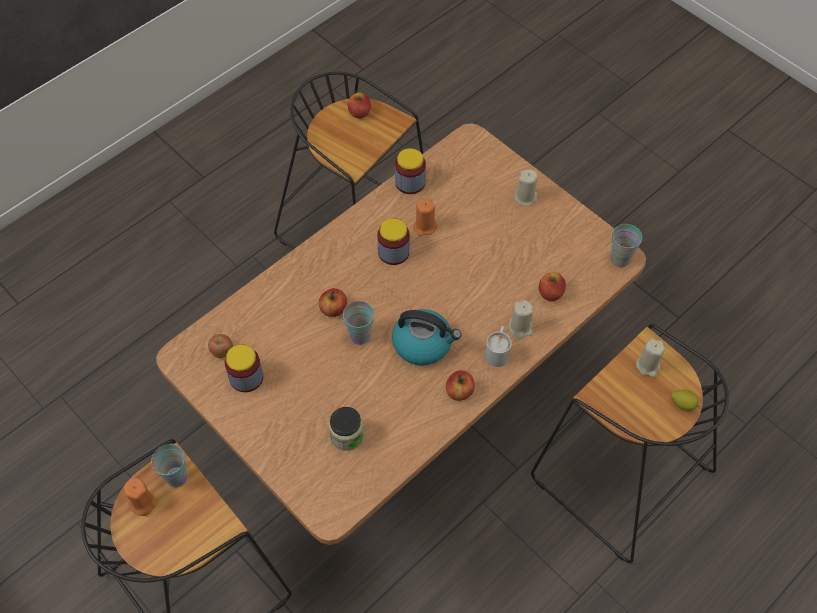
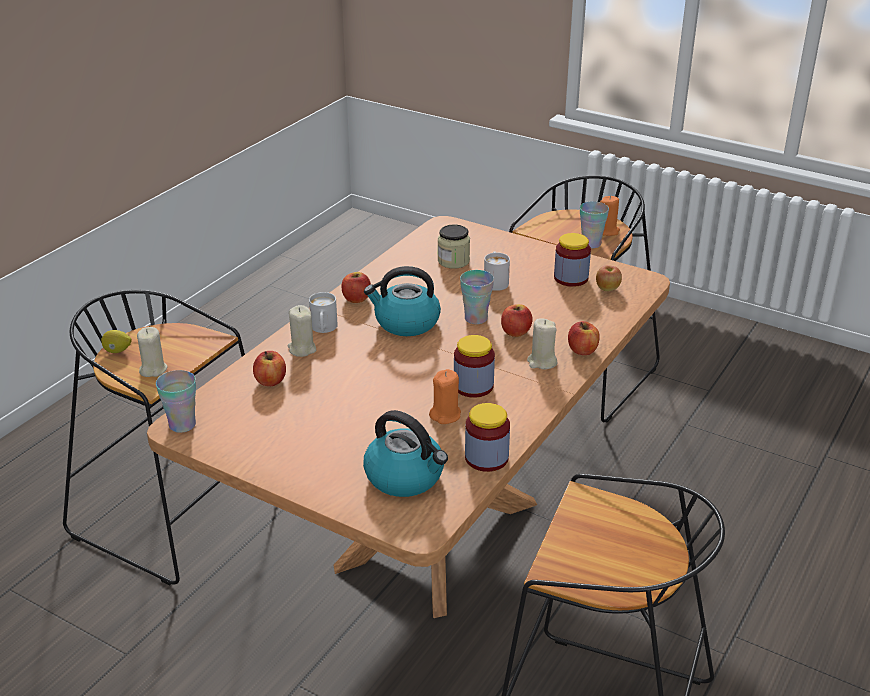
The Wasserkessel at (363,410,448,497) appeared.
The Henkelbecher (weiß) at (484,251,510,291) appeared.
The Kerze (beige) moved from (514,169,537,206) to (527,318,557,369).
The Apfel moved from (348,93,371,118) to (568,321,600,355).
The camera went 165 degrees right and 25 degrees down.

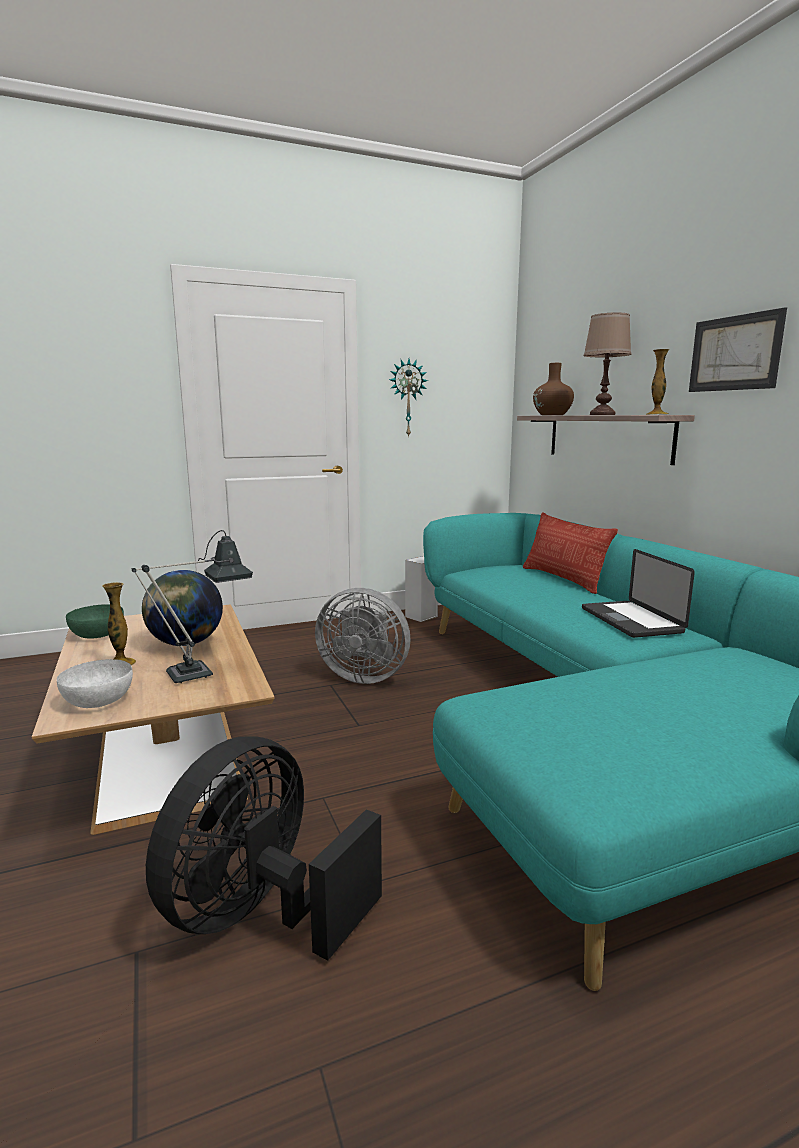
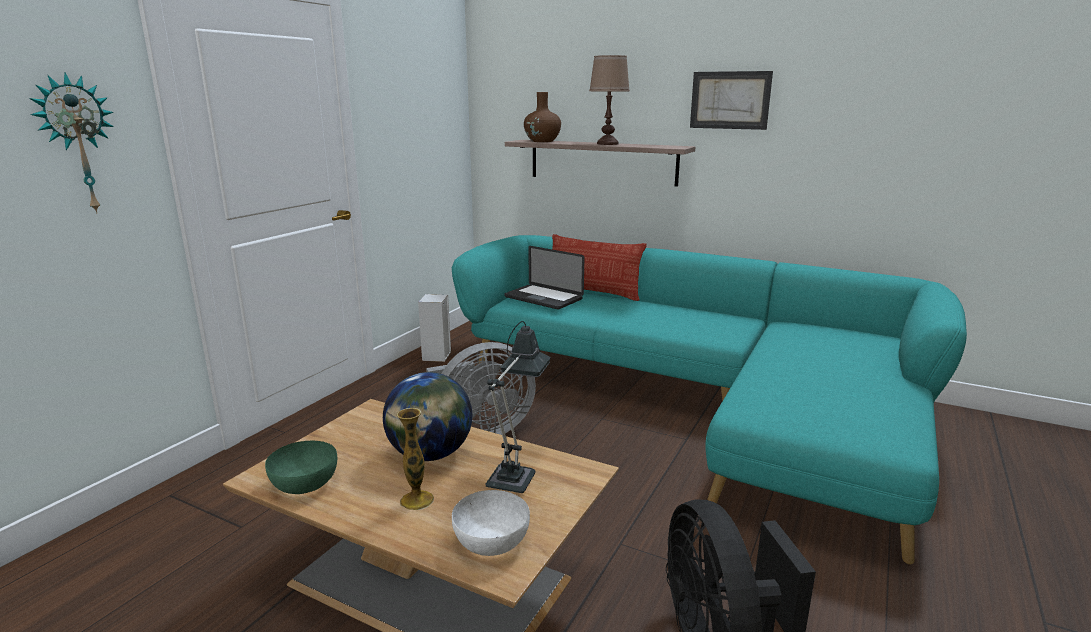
The Wanduhr moved from (389,359,428,437) to (29,73,114,213).
The Laptop moved from (582,549,695,638) to (504,246,585,310).
The Vase at (646,349,669,415) disappeared.
The camera went 40 degrees left and 5 degrees up.

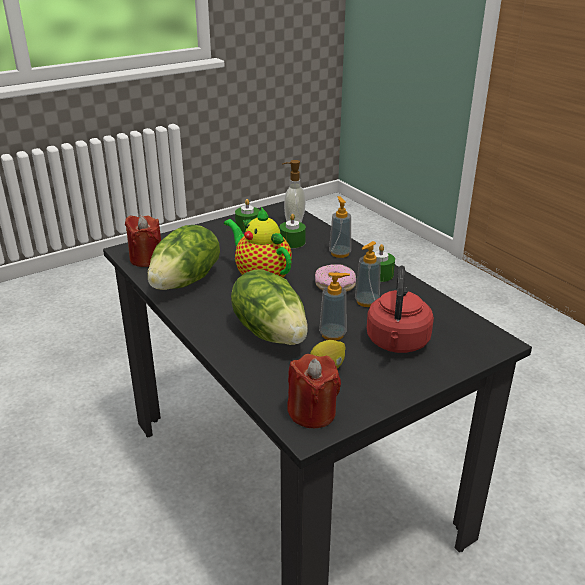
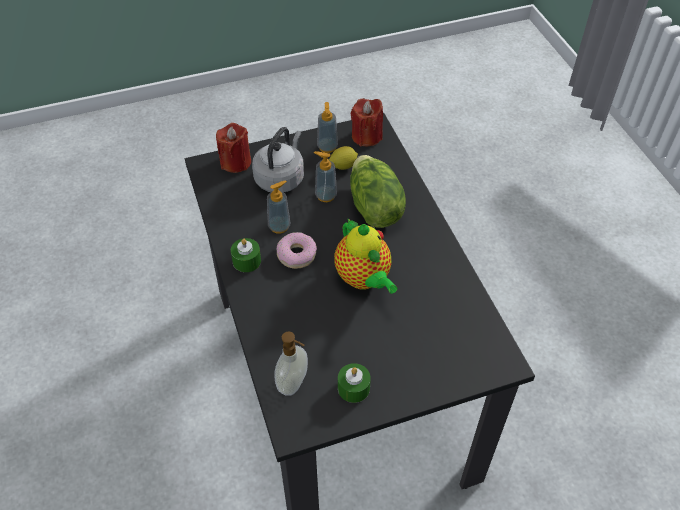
The Kerze (rot) moved from (125,215,161,267) to (216,123,251,173).
The Wasserkessel (rot) at (367,265,434,353) became the Wasserkessel (grau) at (252,127,304,192).
The Seifenspender moved from (329,196,351,258) to (317,102,338,153).
The Salatkopf at (148,225,220,290) disappeared.
The Kerze (grün) at (280,214,306,248) disappeared.
The camera went 165 degrees left and 20 degrees up.

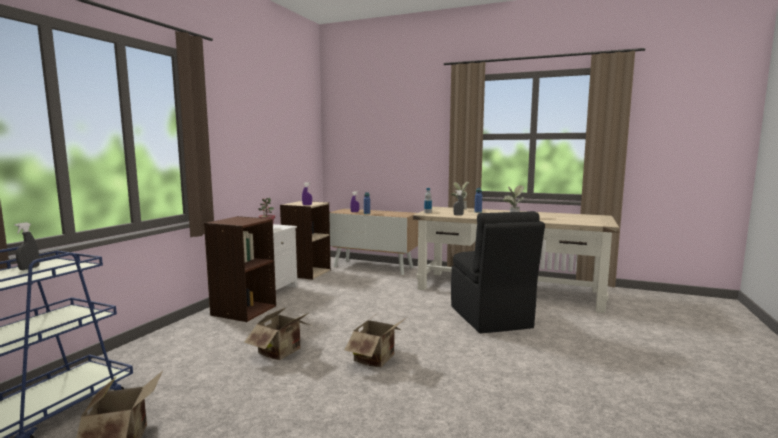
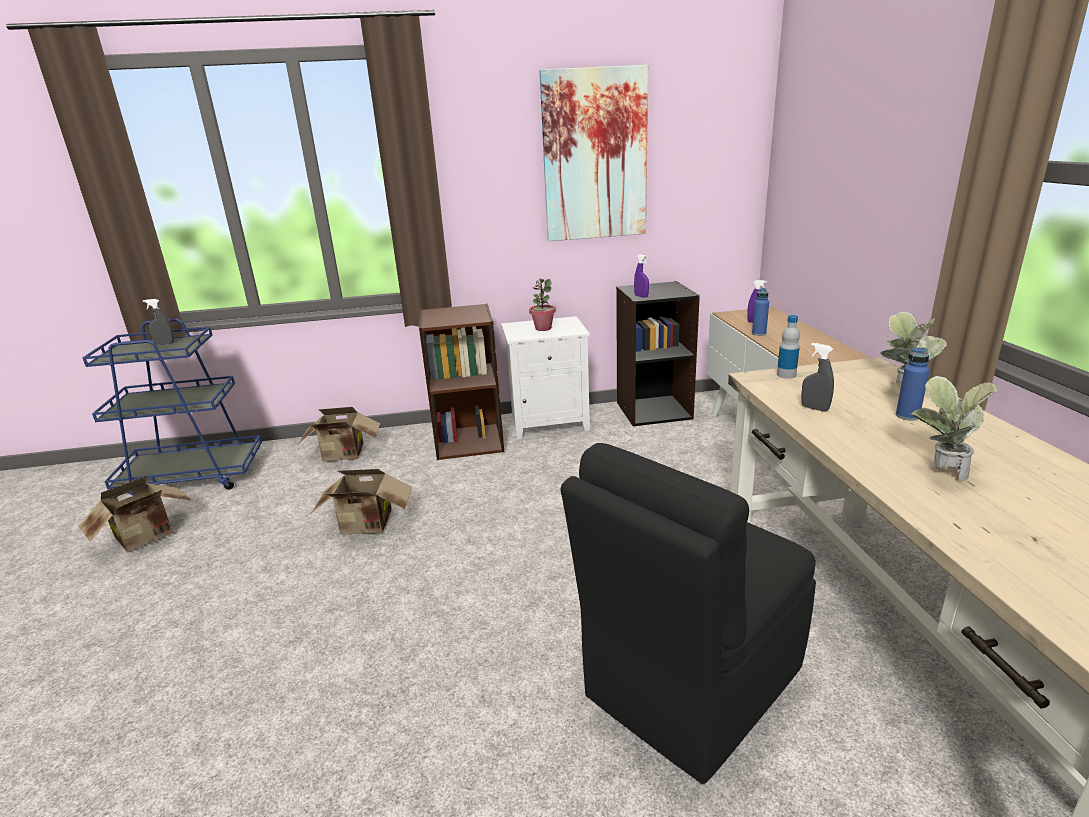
The Karton moved from (345,313,406,368) to (299,407,380,462).
The Bild at (540,65,648,241) appeared.
The Bücherregal (beige) at (280,201,331,280) became the Bücherregal (schwarz) at (616,281,700,427).
The camera went 60 degrees right and 15 degrees up.

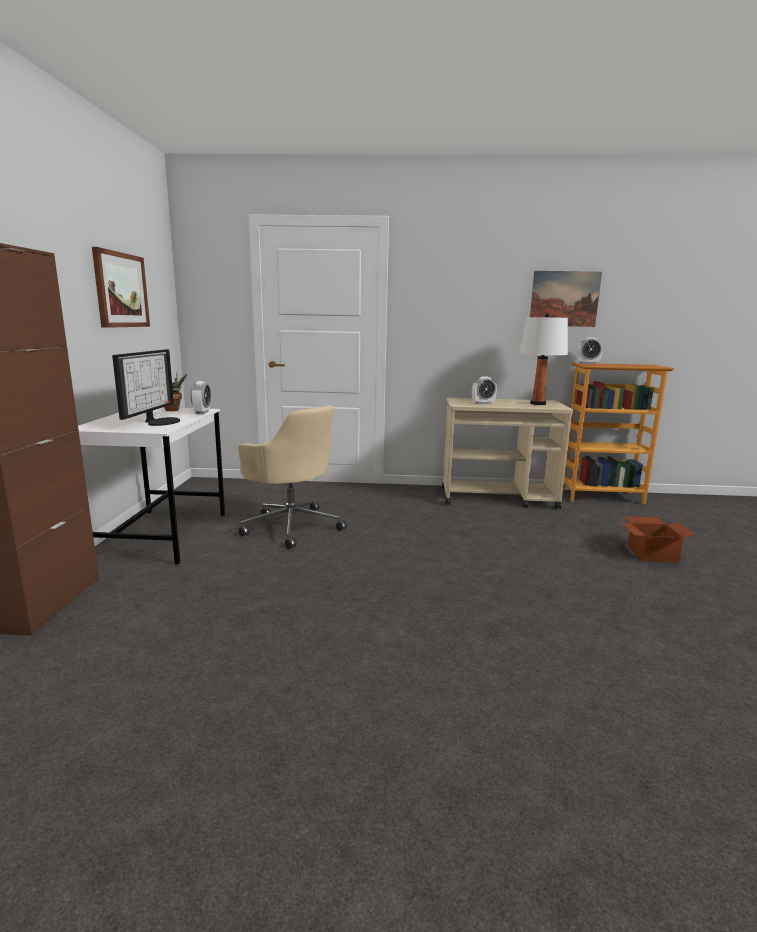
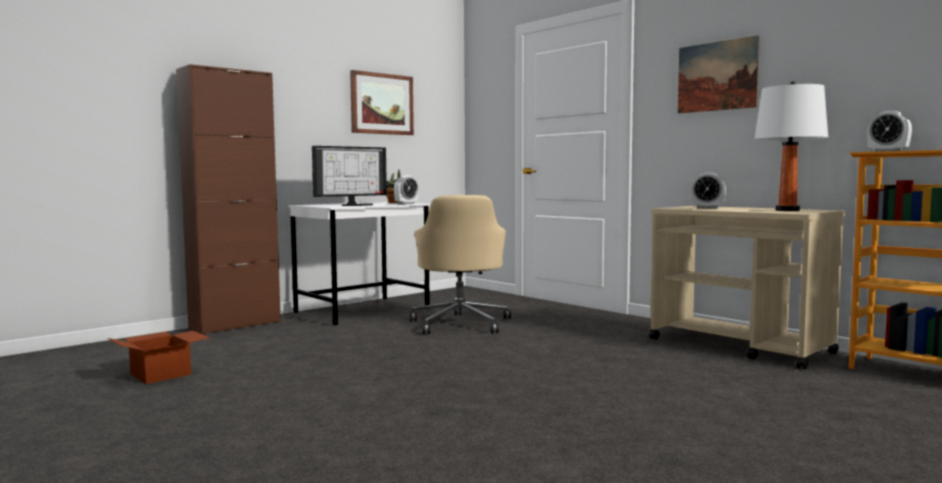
The Karton moved from (620,516,696,562) to (107,331,210,384).
The Bild moved from (530,271,602,327) to (678,35,760,114).
The camera went 45 degrees right and 10 degrees down.

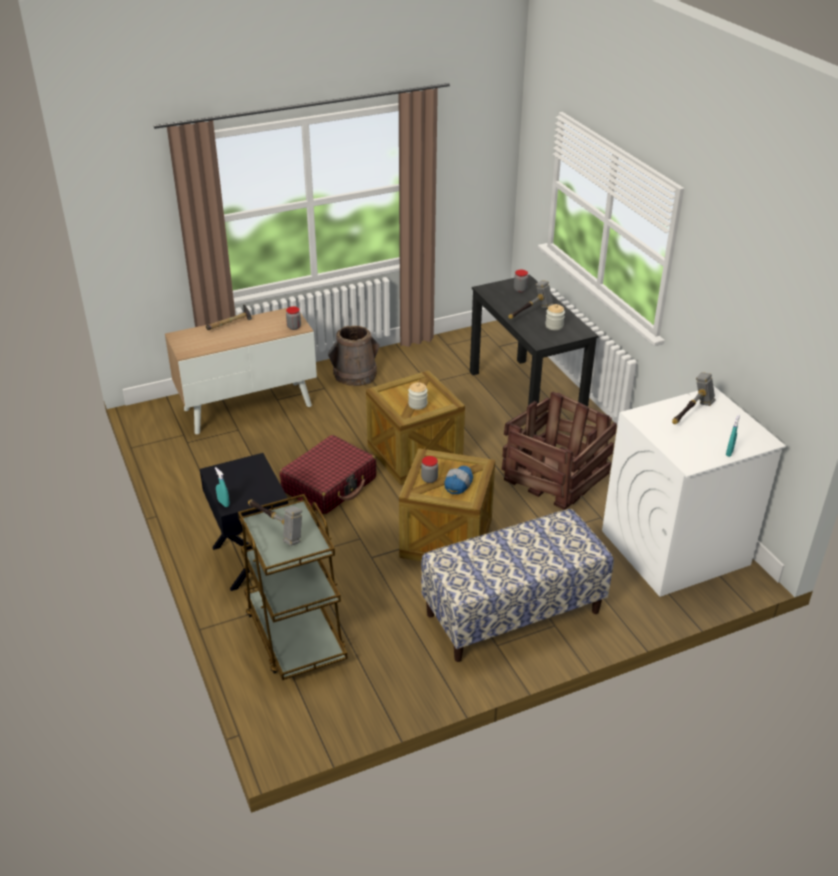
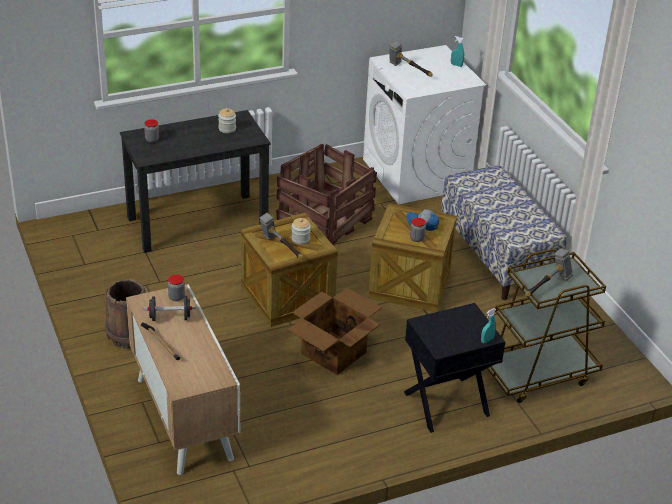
The Hantel (schwarz) at (143,296,196,321) appeared.
The Hammer moved from (508,280,553,319) to (260,213,303,259).
The Koffer (rot) at (280,435,376,515) was replaced by the Karton at (288,288,382,375).
The camera went 90 degrees left and 0 degrees up.

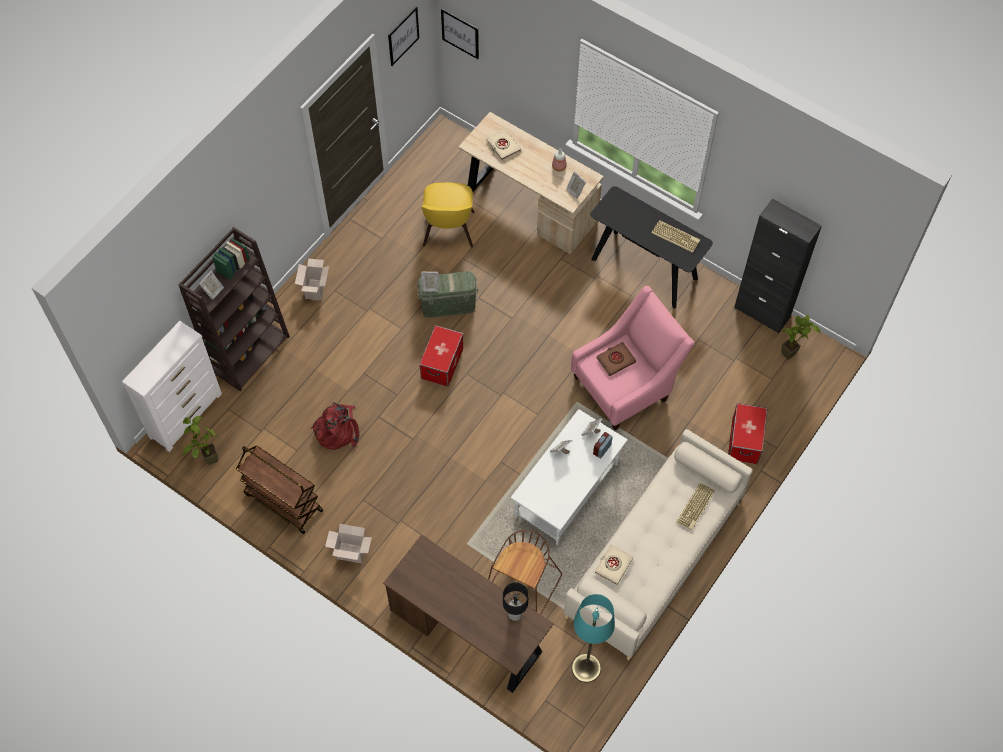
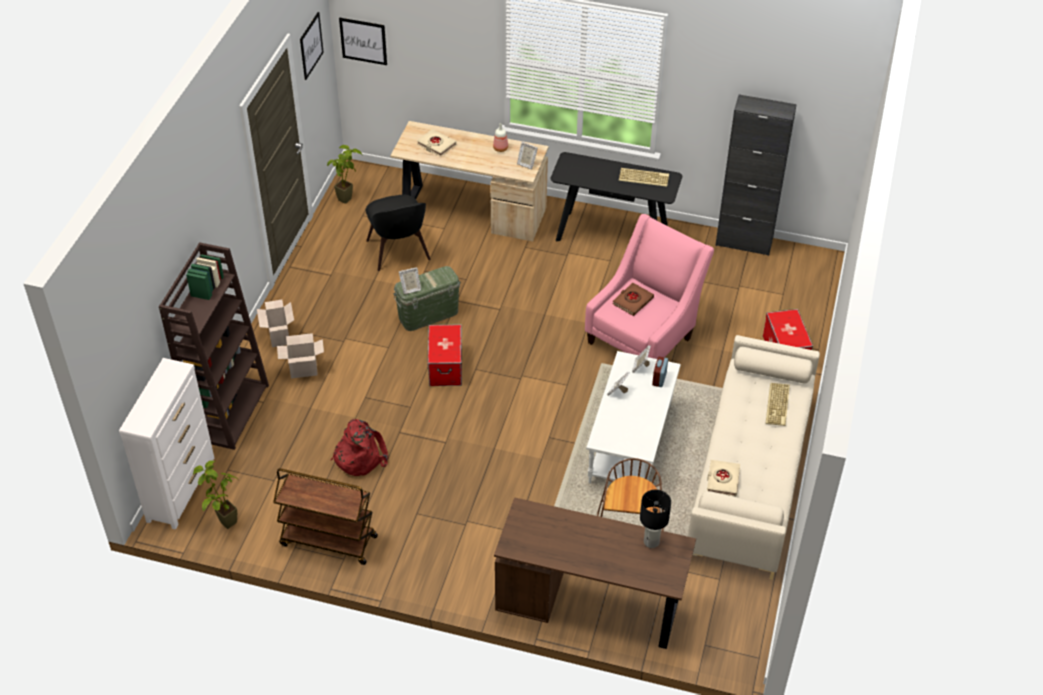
The Karton moved from (325,524,372,563) to (277,333,324,378).
The Topfpflanze moved from (782,315,820,360) to (327,145,363,204).
The Stuhl (gelb) at (421,182,474,247) became the Stuhl (schwarz) at (366,194,430,271).
The Bilderrahmen at (199,271,224,299) disappeared.
The Stehlampe (türkis) at (572,594,615,683) disappeared.
The camera went 20 degrees left and 15 degrees down.

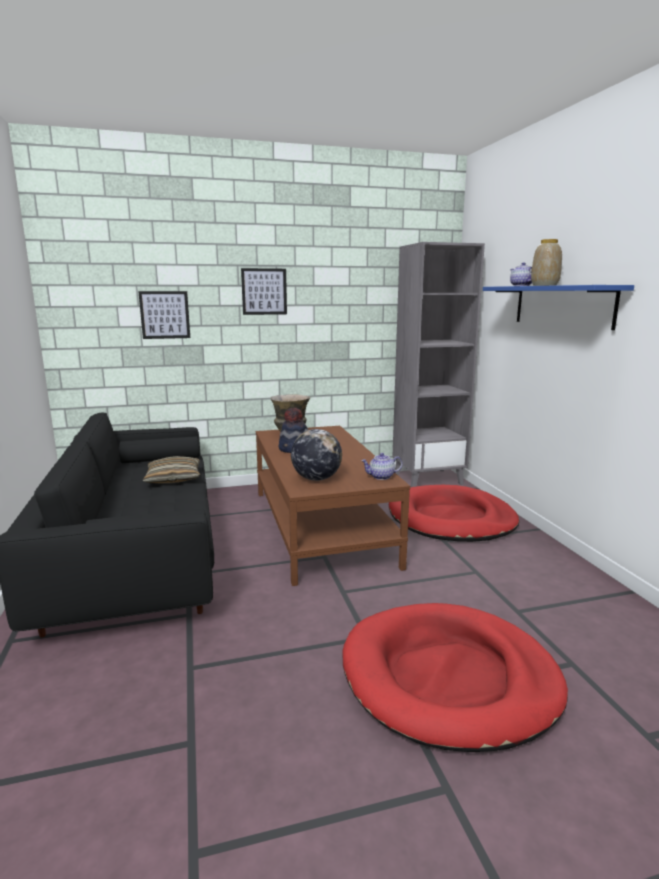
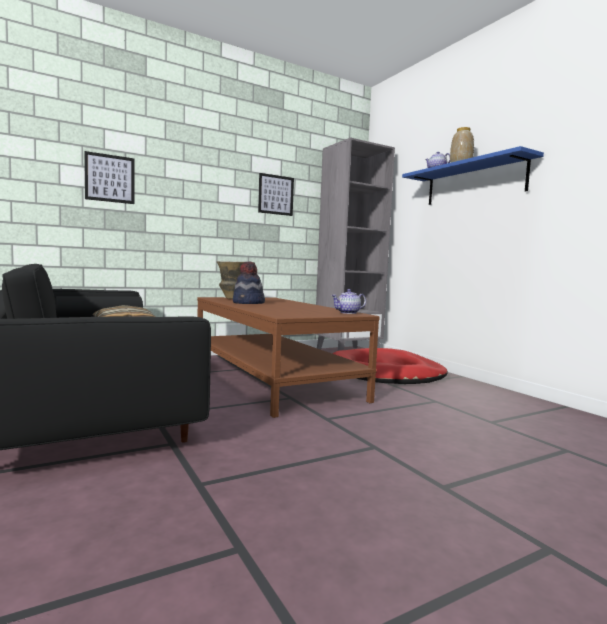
The Bild moved from (241,268,287,315) to (258,173,294,216).
The Globus at (291,429,342,481) disappeared.
The Hundebett (rot) at (342,603,568,752) disappeared.
The camera went 15 degrees left and 10 degrees down.

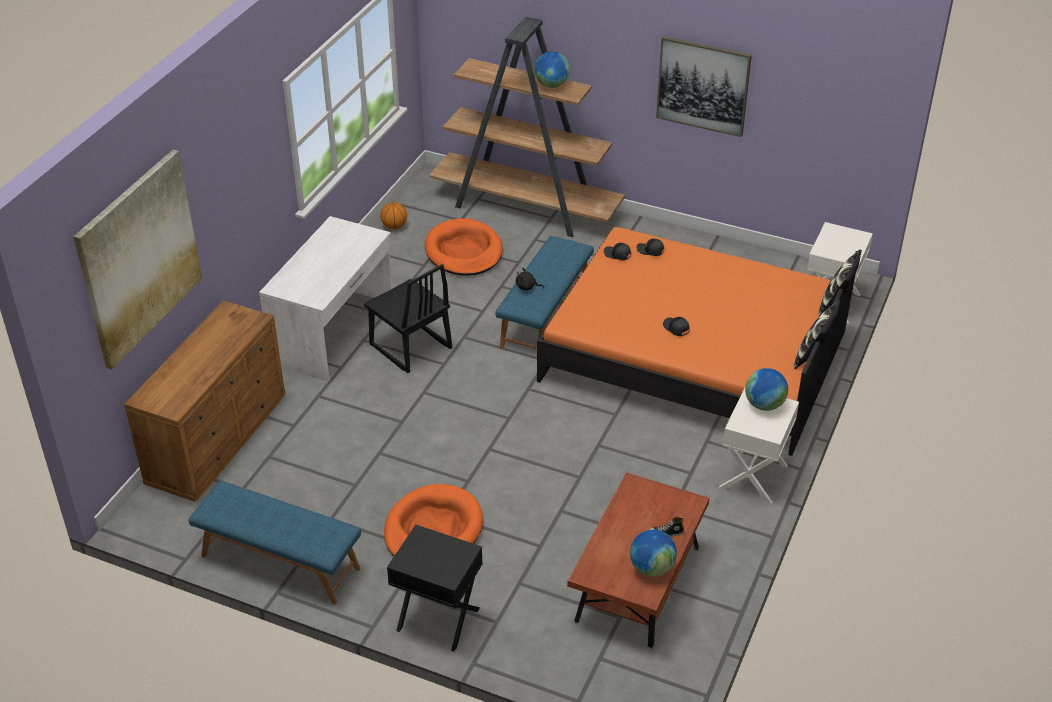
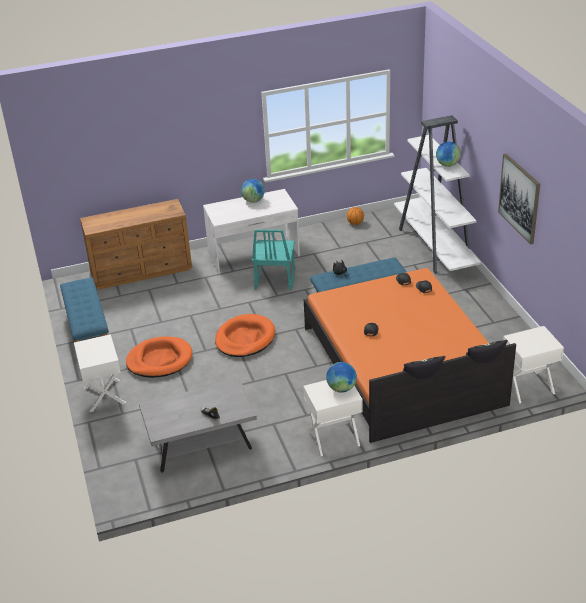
The Nachttisch (schwarz) at (387,525,483,652) became the Nachttisch (weiß) at (74,334,126,412).
The Couchtisch (braun) at (567,472,710,648) became the Couchtisch (grau) at (139,379,257,473).
The Hundebett (orange) moved from (425,218,503,276) to (215,314,275,357).
The Globus moved from (630,530,677,577) to (241,179,265,203).
The Stuhl (schwarz) at (364,264,452,373) became the Stuhl (türkis) at (252,230,295,291).
The Bücherregal (braun) at (429,17,625,237) became the Bücherregal (weiß) at (394,115,481,274).
The Bild at (73,150,202,369) disappeared.
The camera went 50 degrees right and 5 degrees down.

